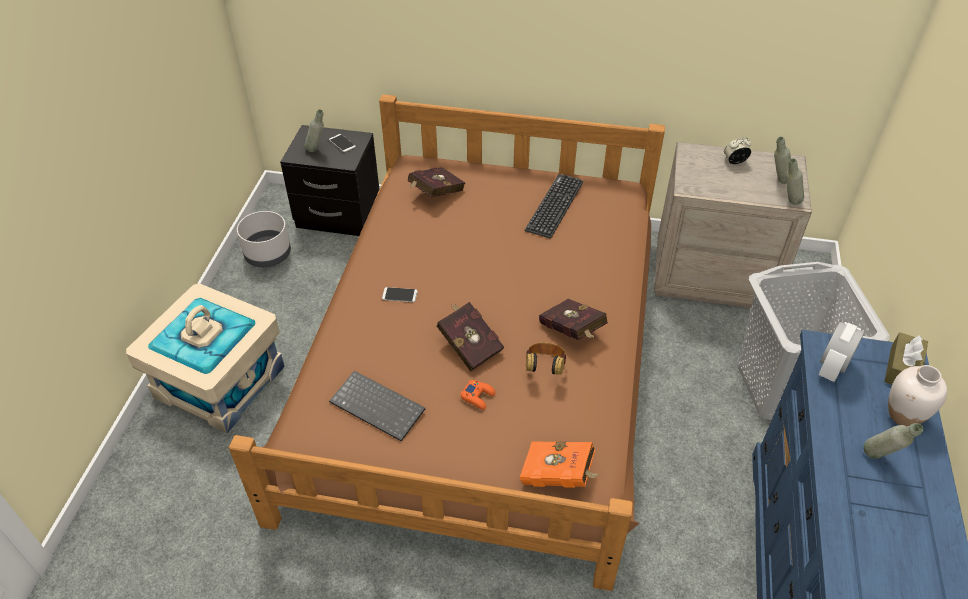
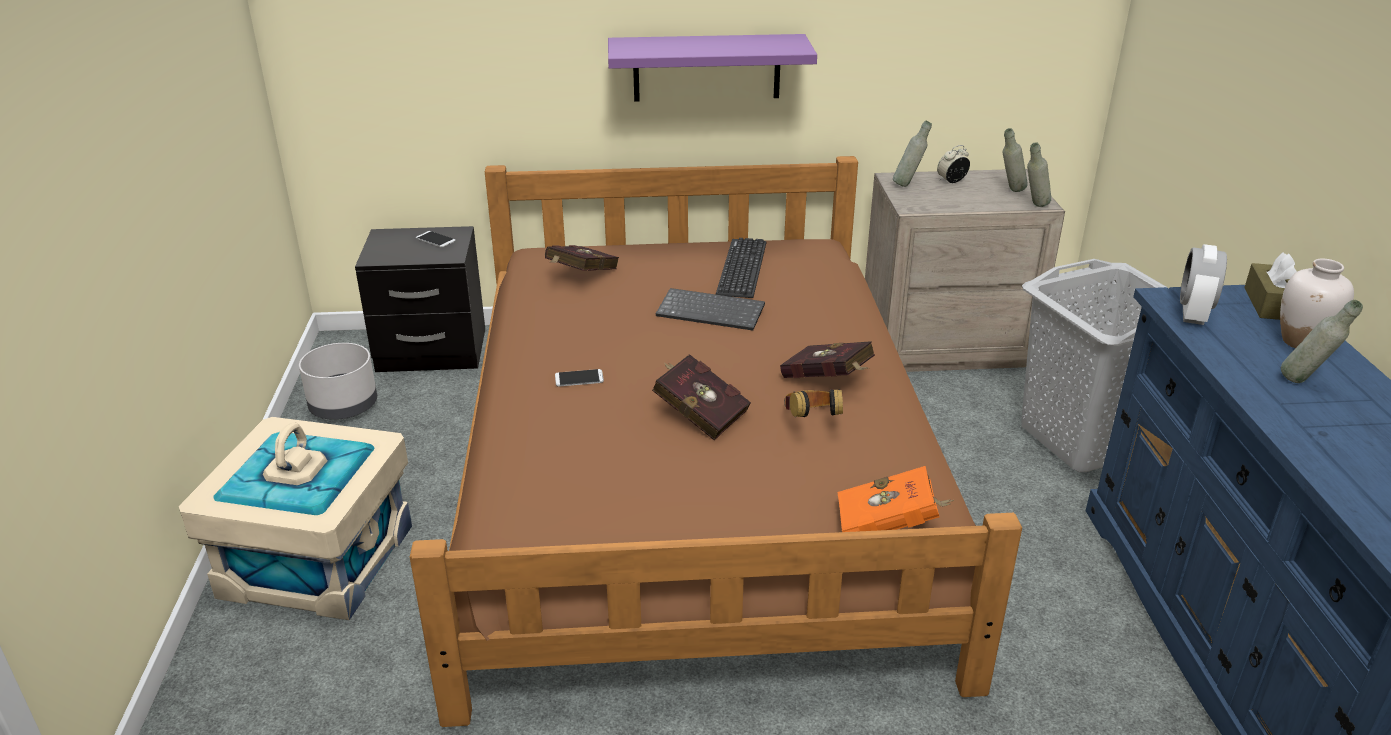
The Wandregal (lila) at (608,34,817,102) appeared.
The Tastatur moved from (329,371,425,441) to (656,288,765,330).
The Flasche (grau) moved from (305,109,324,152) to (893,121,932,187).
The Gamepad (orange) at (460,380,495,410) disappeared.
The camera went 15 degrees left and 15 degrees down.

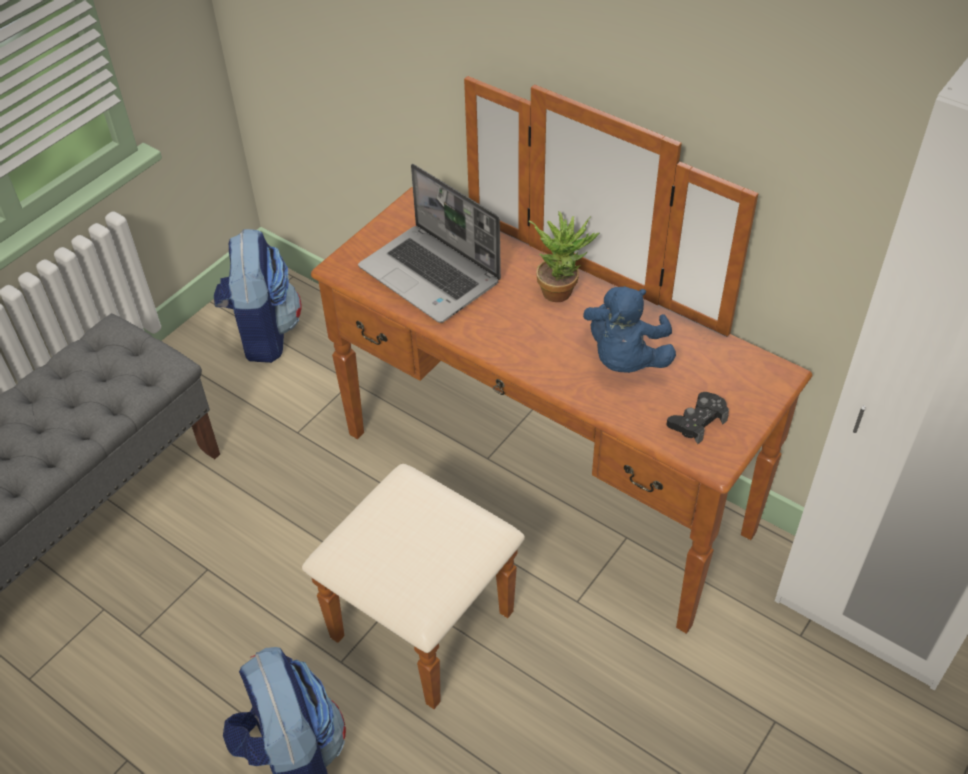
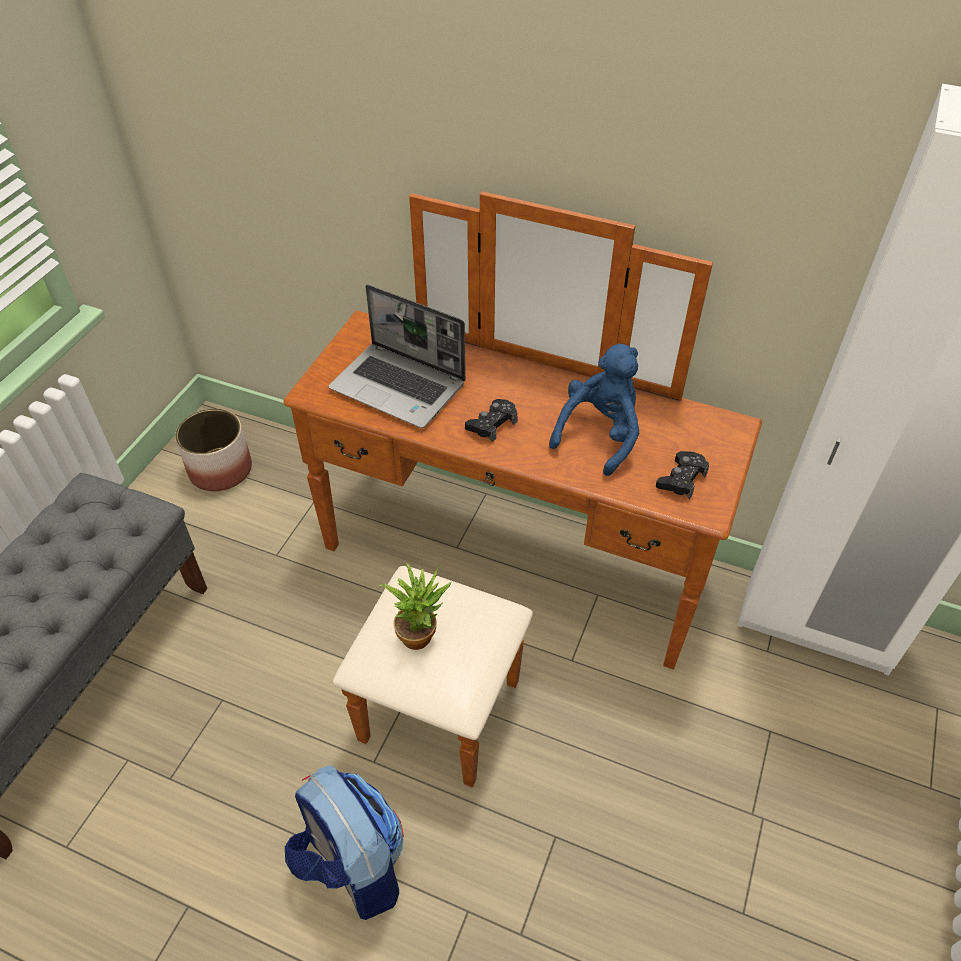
The Rucksack at (214,229,302,363) was replaced by the Pflanzkübel at (175,409,252,491).
The Topfpflanze moved from (529,211,599,302) to (379,563,452,650).
The Gamepad (schwarz) at (465,399,518,442) appeared.
The Plüschtier (blau) at (583,286,676,373) turned 150 degrees counterclockwise.
The camera went 15 degrees left and 0 degrees up.

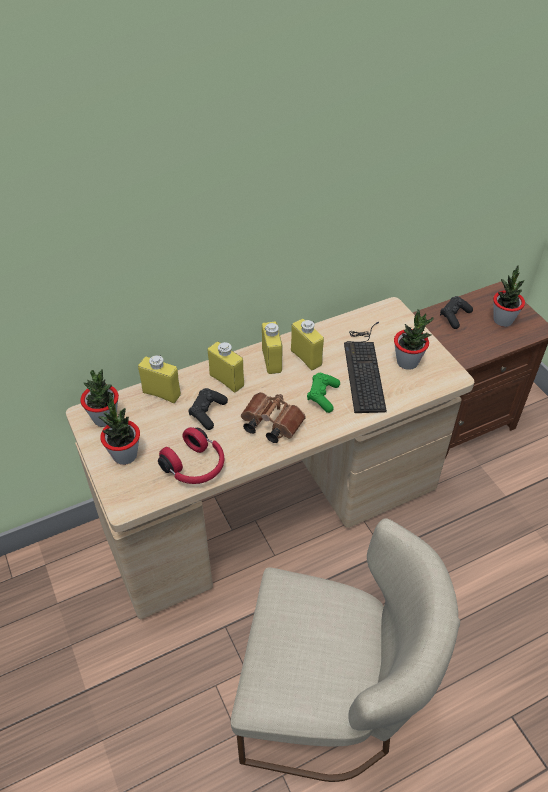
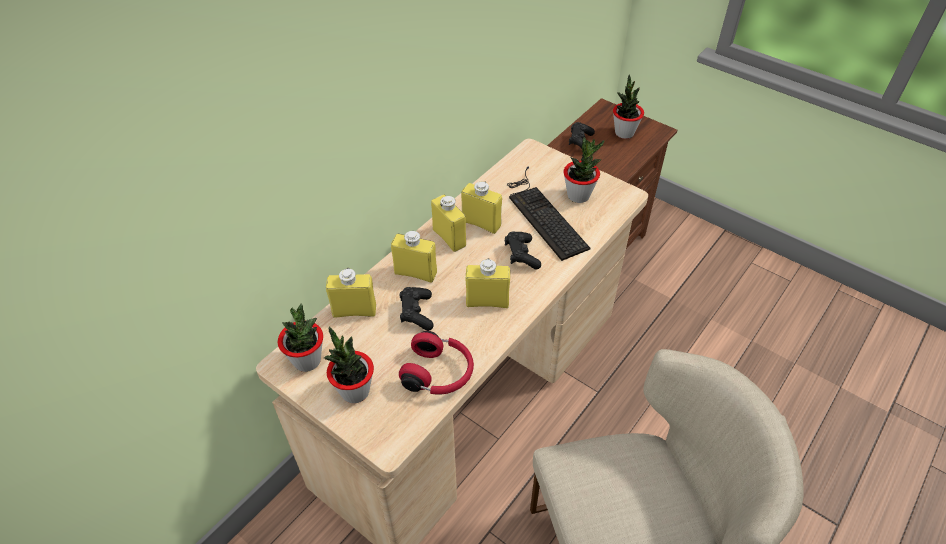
The Fernglas (braun) at (241,392,306,443) was replaced by the Flasche (gelb) at (466,258,510,308).
The Gamepad (grün) at (307,373,340,413) became the Gamepad (schwarz) at (505,232,541,269).
The camera went 25 degrees left and 0 degrees up.

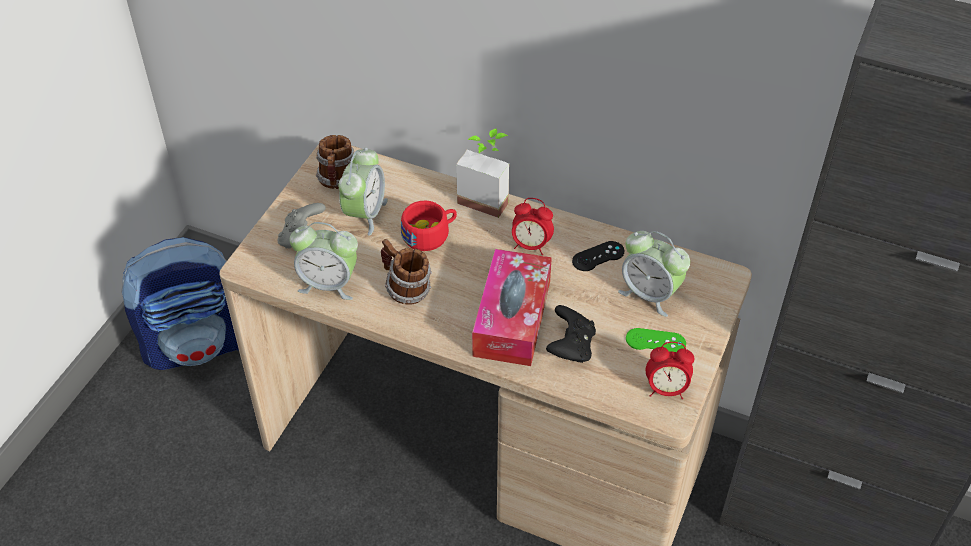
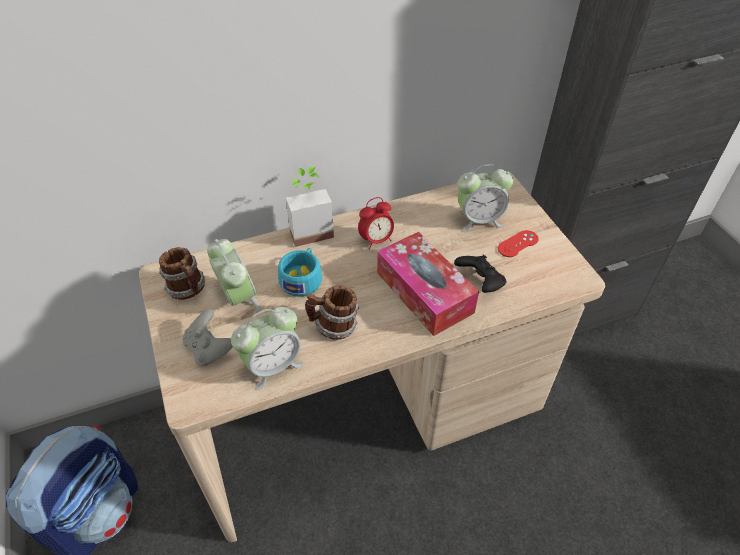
The Tasse (rot) at (401,201,457,251) became the Tasse (türkis) at (278,248,322,297).
The Gamepad (grün) at (626,328,686,352) became the Gamepad (rot) at (498,230,539,257).
The Gamepad (schwarz) at (572,241,625,271) disappeared.
The Wecker at (646,342,695,399) disappeared.
The camera went 45 degrees left and 0 degrees up.

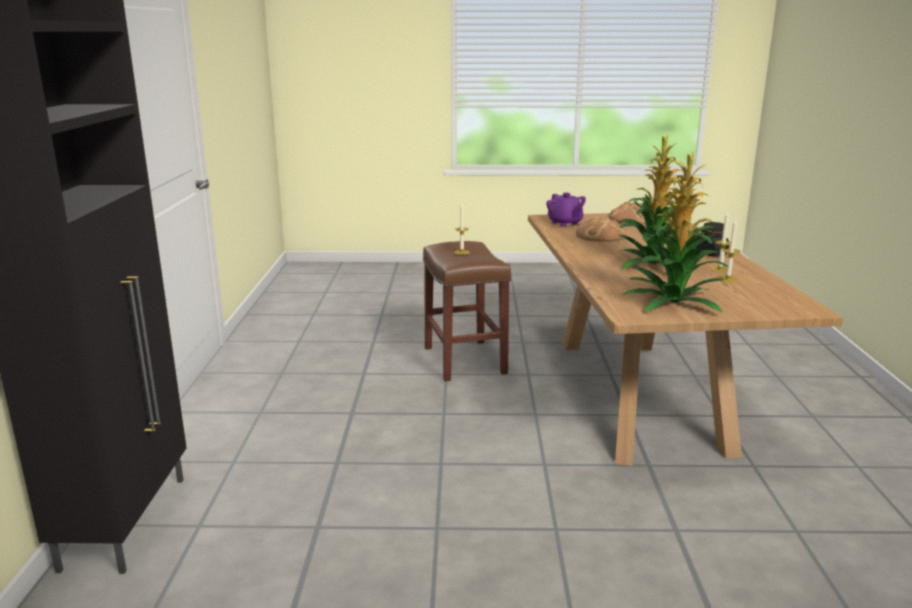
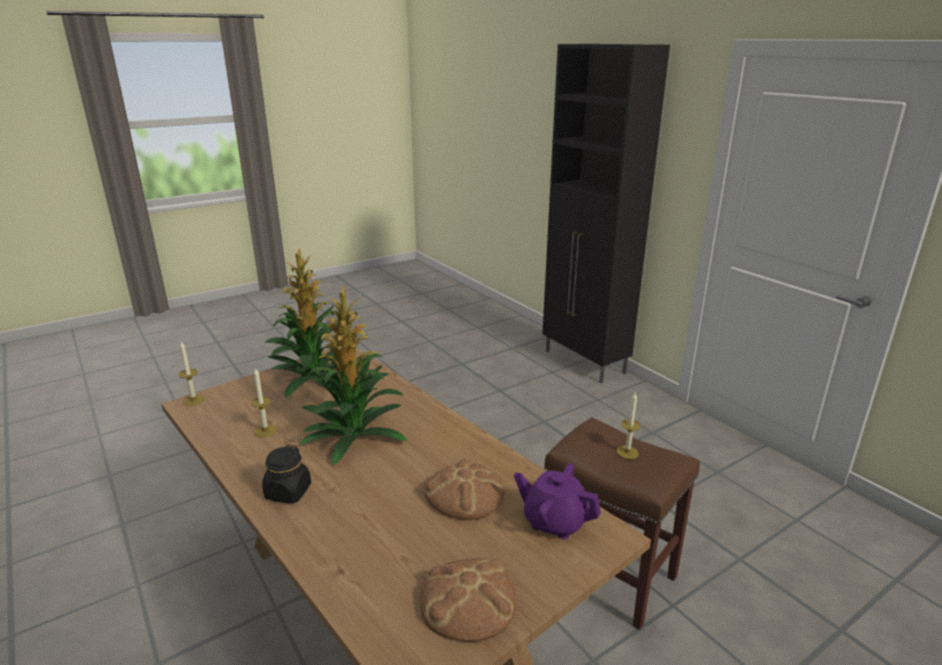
The Kerze moved from (710,211,730,273) to (178,342,205,406).
The camera went 145 degrees right and 5 degrees up.

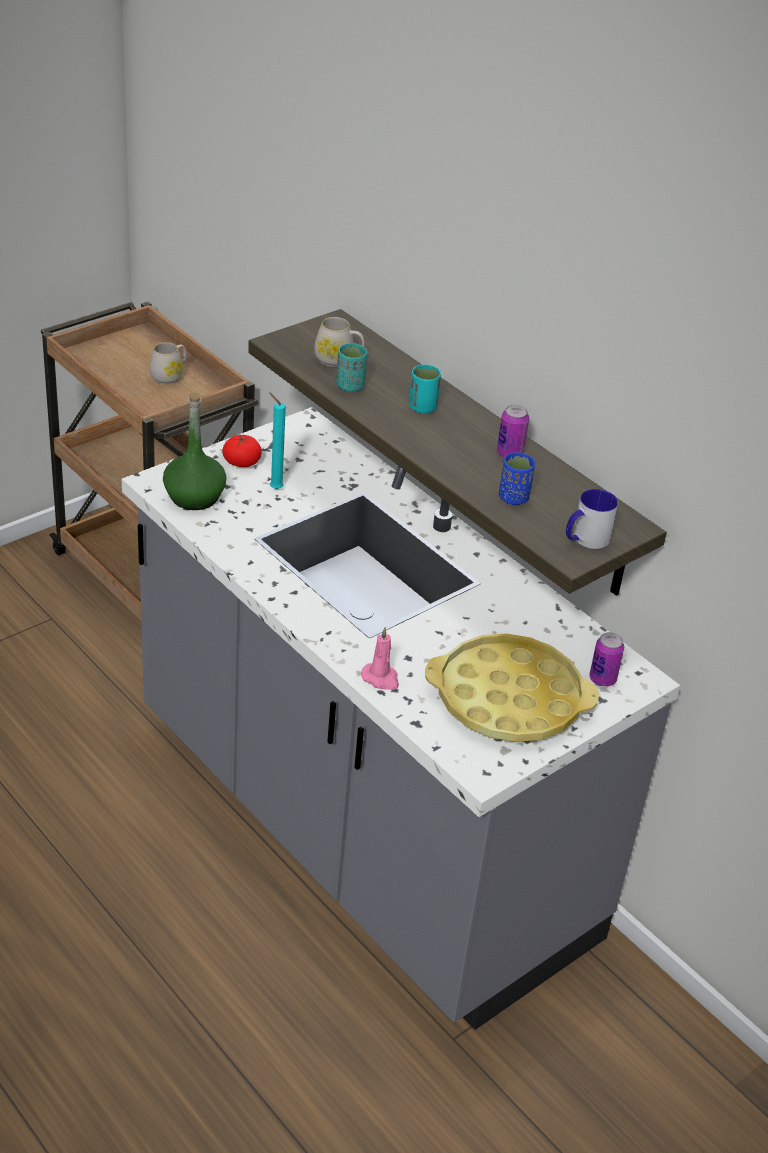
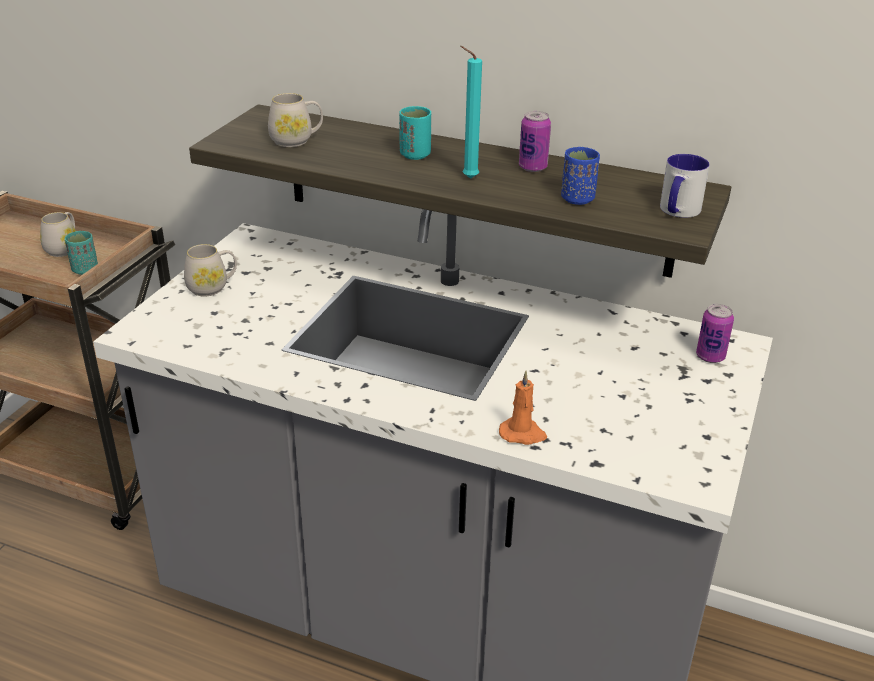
The Tasse (türkis) moved from (336,343,367,392) to (65,231,98,275).
The Tomate at (222,434,262,467) was replaced by the Henkelbecher (weiß) at (184,244,237,297).
The Kerze (türkis) moved from (269,392,286,489) to (460,46,482,179).
The Kerze (rosa) at (361,627,399,690) became the Kerze (orange) at (499,371,547,445).
The Flasche (grün) at (163,392,226,510) disappeared.
The Tablett (gelb) at (425,633,599,742) disappeared.
The camera went 25 degrees left and 5 degrees down.

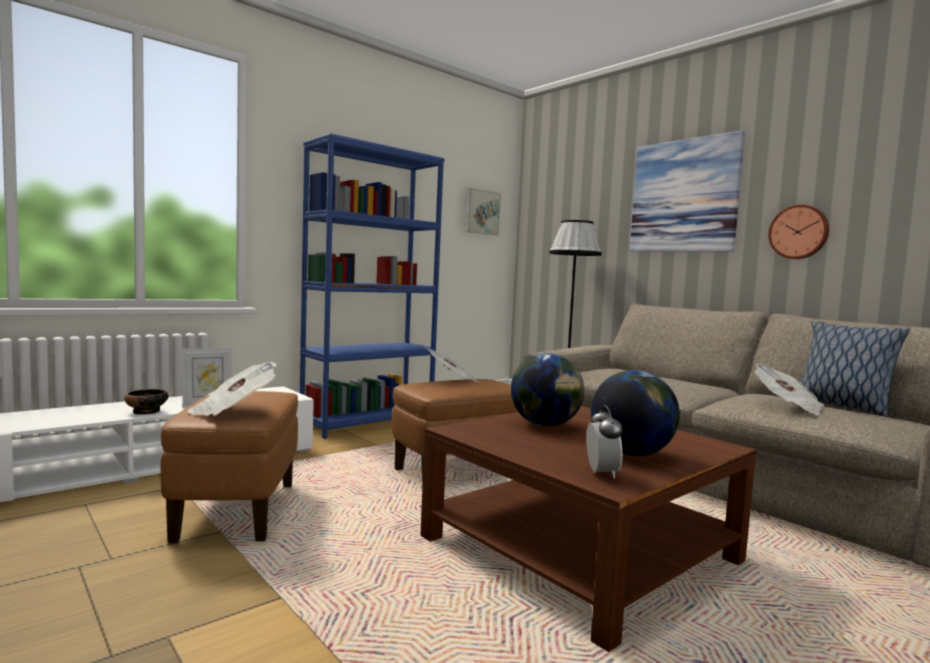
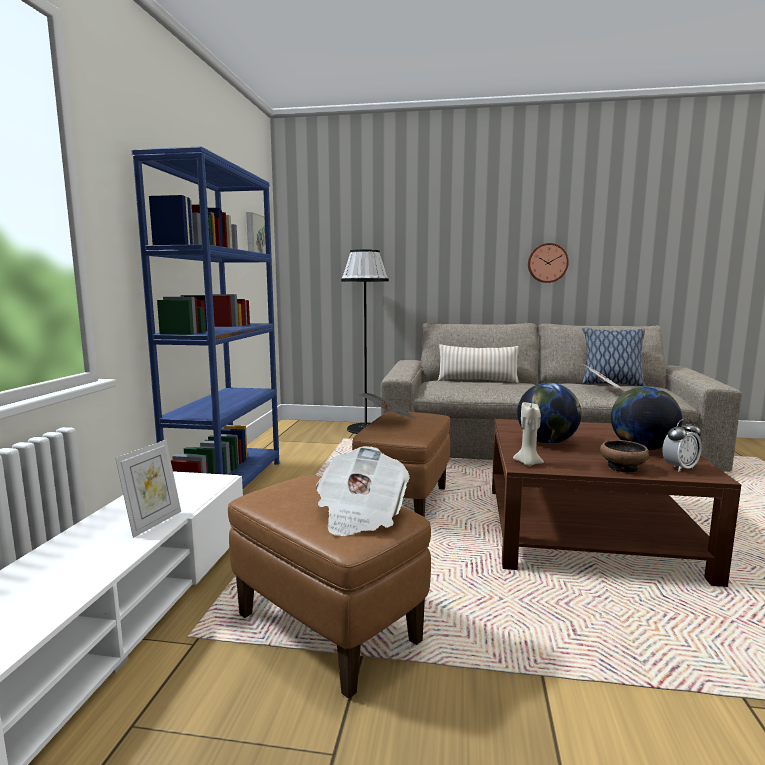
The Kissen (beige) at (438,344,519,384) appeared.
The Kerze (beige) at (513,402,544,466) appeared.
The Schüssel moved from (124,389,168,415) to (600,440,649,473).
The Wecker at (586,405,623,479) turned 105 degrees clockwise.
The Bild at (630,130,745,252) disappeared.
The camera went 40 degrees left and 5 degrees up.

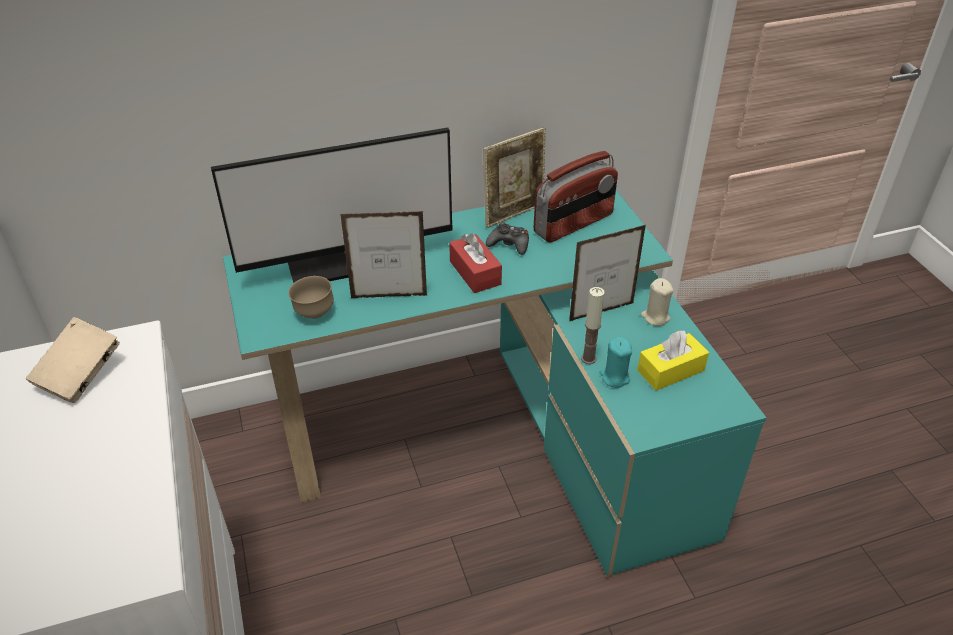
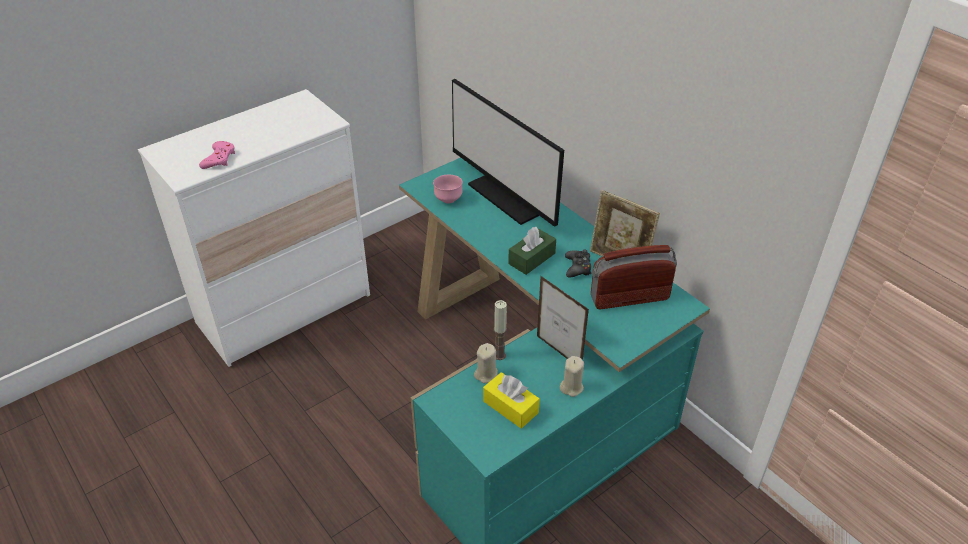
The Gamepad (rosa) at (199,141,235,169) appeared.
The Schüssel (braun) at (288,276,334,319) became the Schüssel (rosa) at (433,175,463,204).
The Kerze (türkis) at (600,337,632,388) became the Kerze (beige) at (474,343,498,383).
The Taschentuchbox (rot) at (449,233,502,293) became the Taschentuchbox (grün) at (508,227,556,275).
The Radio at (533,151,618,243) turned 135 degrees clockwise.
The Buch (beige) at (26,317,120,403) disappeared.
The Bilderrahmen at (340,211,427,298) disappeared.
The camera went 70 degrees right and 0 degrees up.

